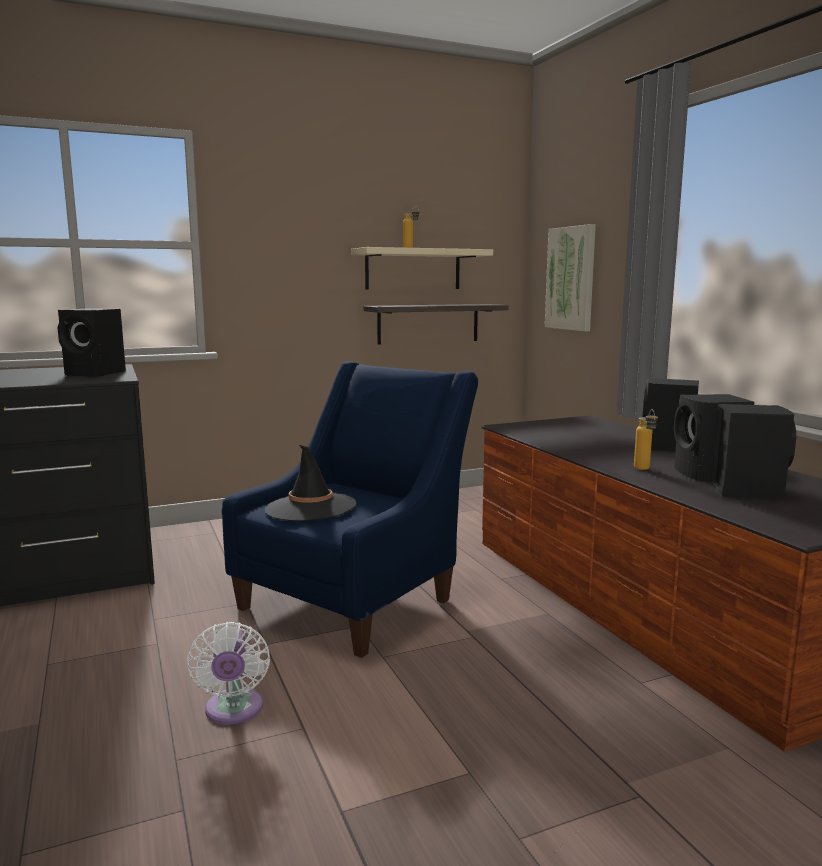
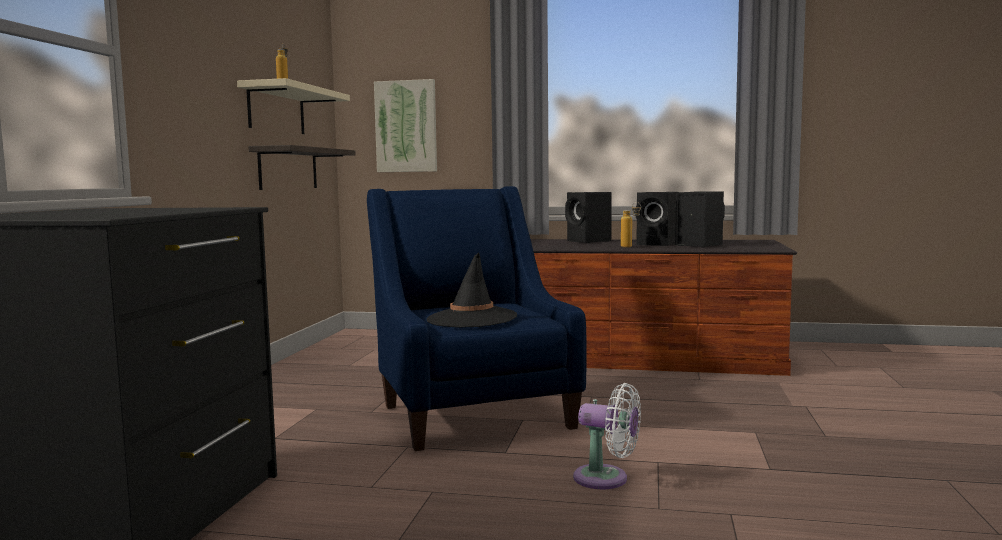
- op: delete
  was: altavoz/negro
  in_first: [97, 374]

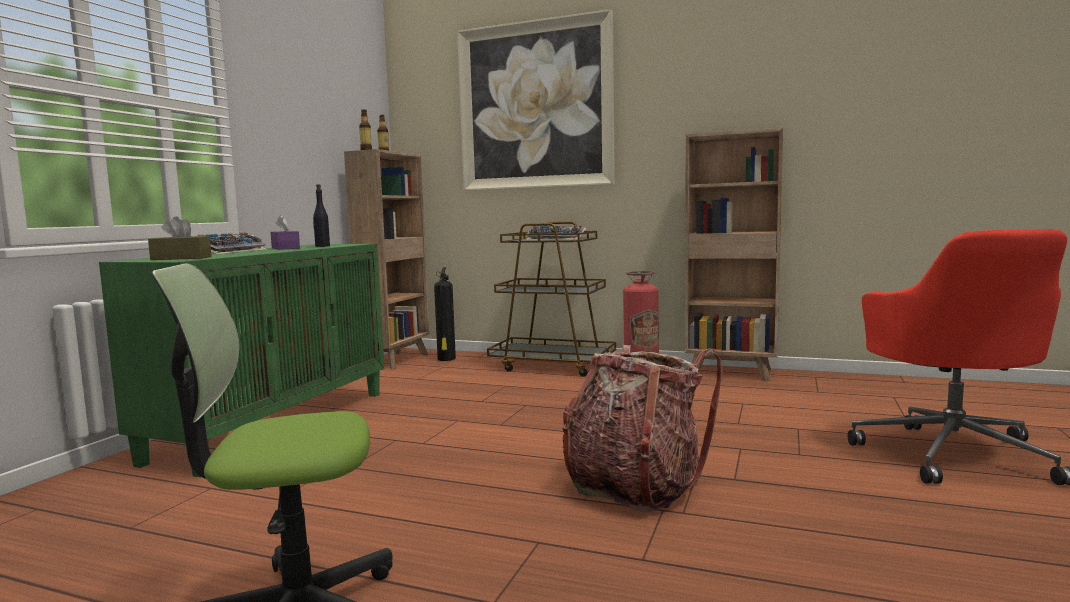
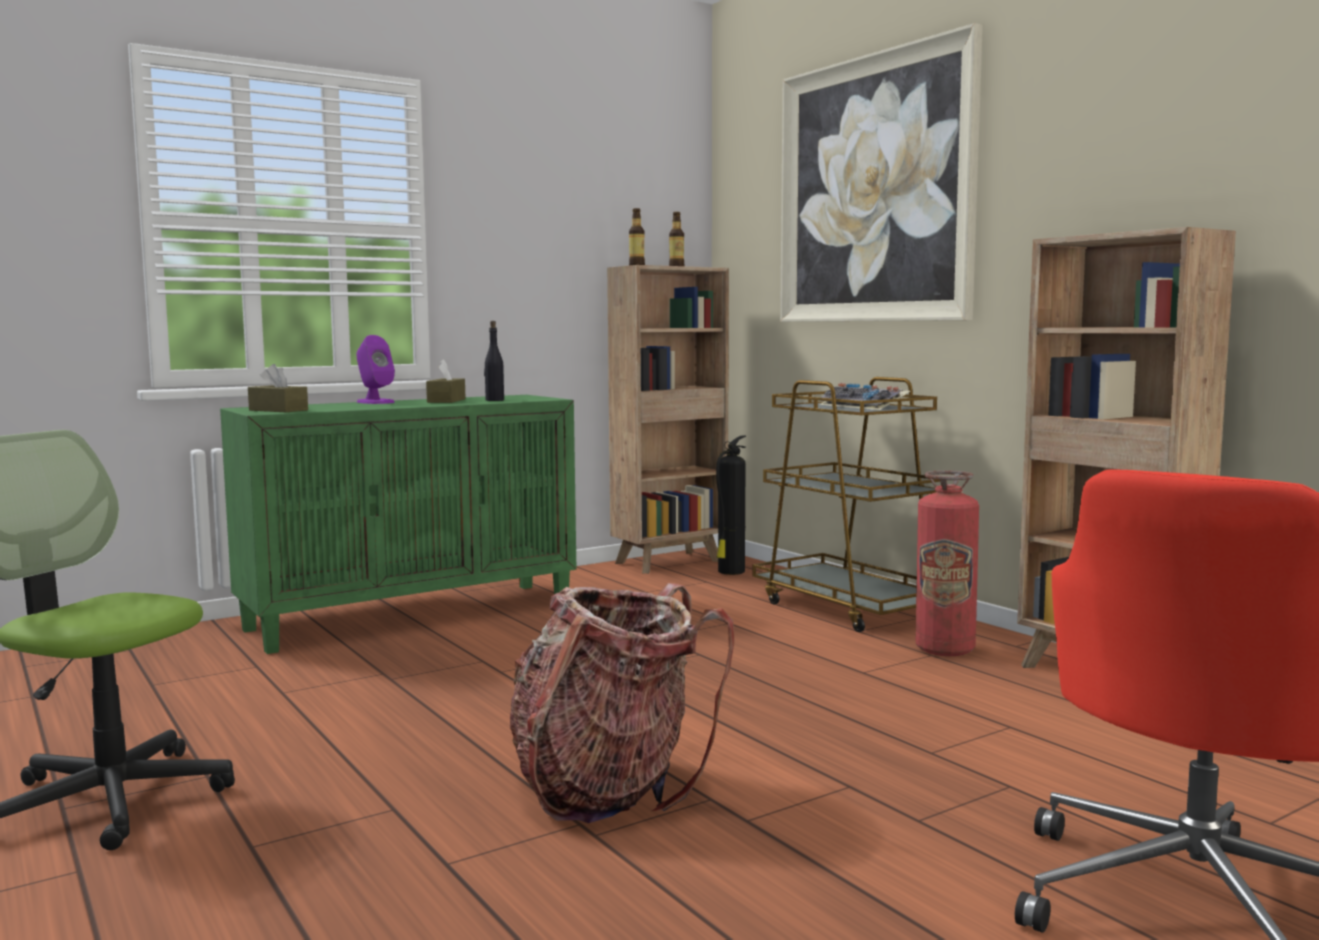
- op: replace
  was: teclado
  now: altavoz/morado
  in_first: [229, 251]
  in_second: [375, 402]
- op: recolor
  was: caja de pañuelos/morado
  now: caja de pañuelos/marrón
  in_first: [285, 248]
  in_second: [446, 401]

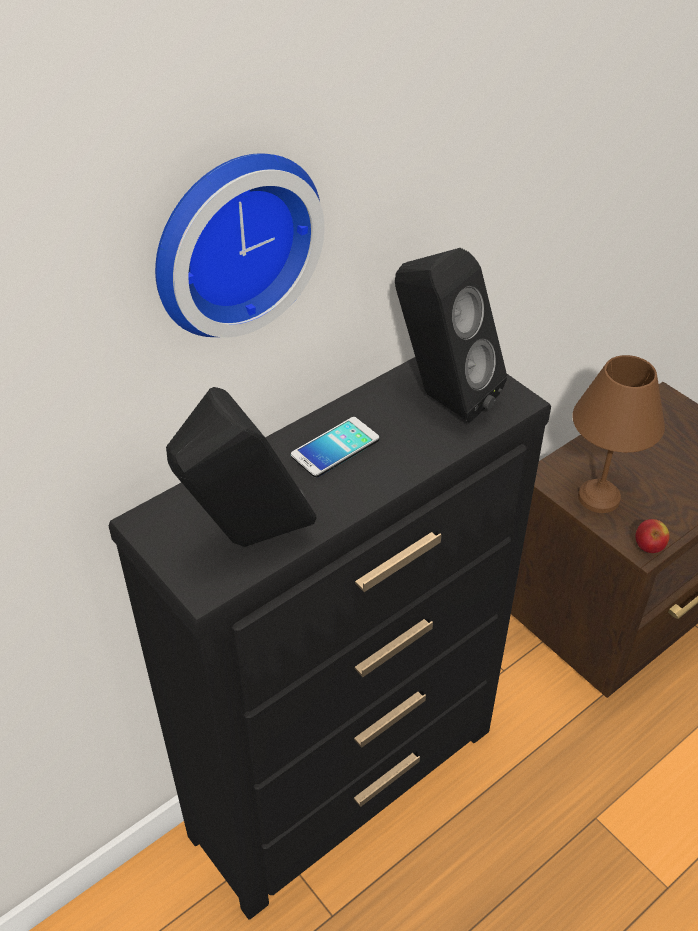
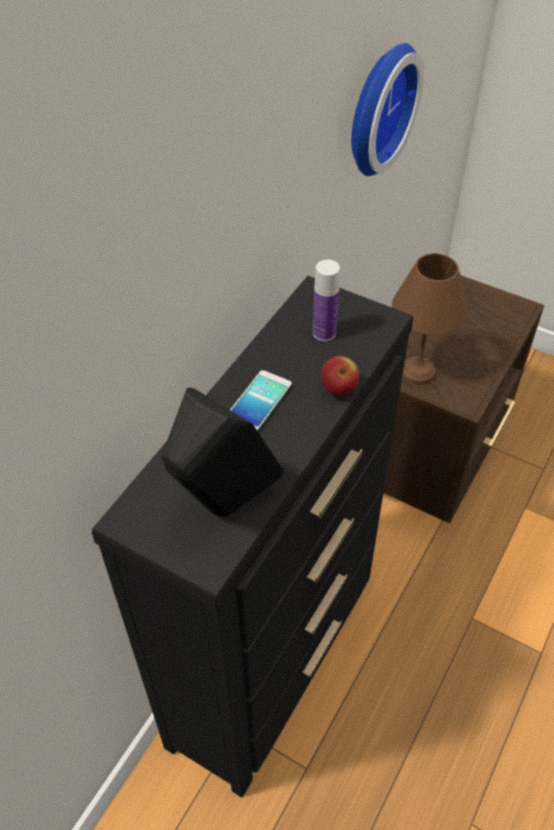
- op: move
  was: reloj de pared
  in_first: [231, 241]
  in_second: [376, 108]
- op: replace
  was: altavoz/negro
  now: botella
  in_first: [441, 397]
  in_second: [324, 333]
- op: move
  was: manzana
  in_first: [648, 547]
  in_second: [338, 389]

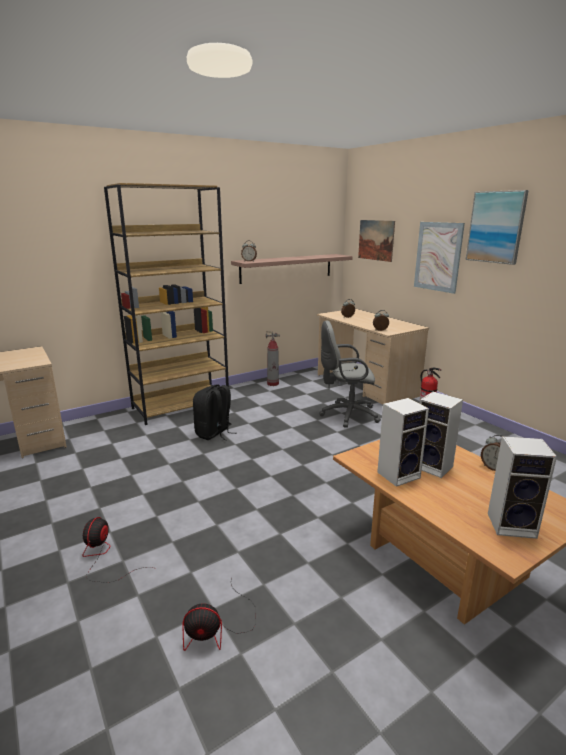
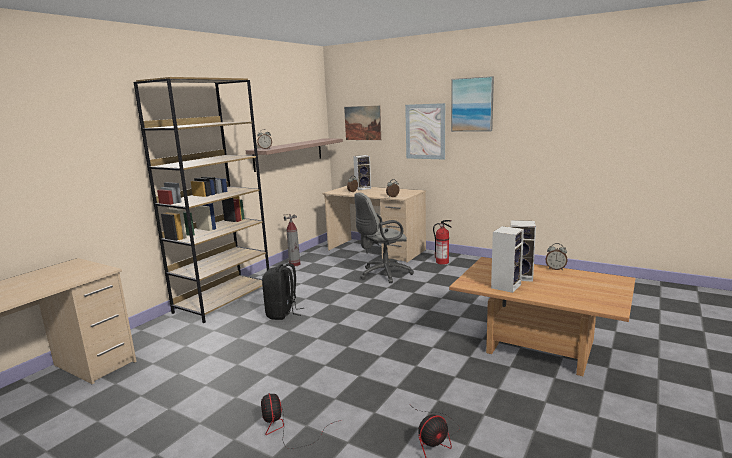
- op: move
  was: altavoz
  in_first: [513, 525]
  in_second: [363, 188]

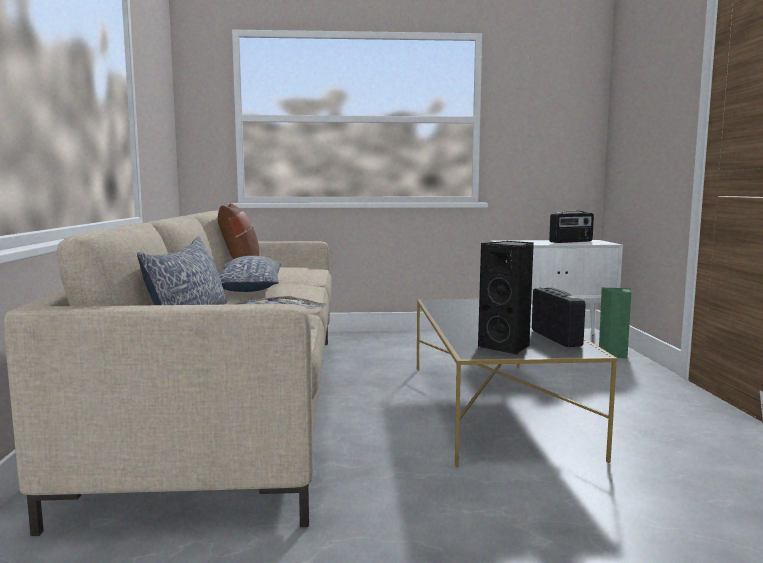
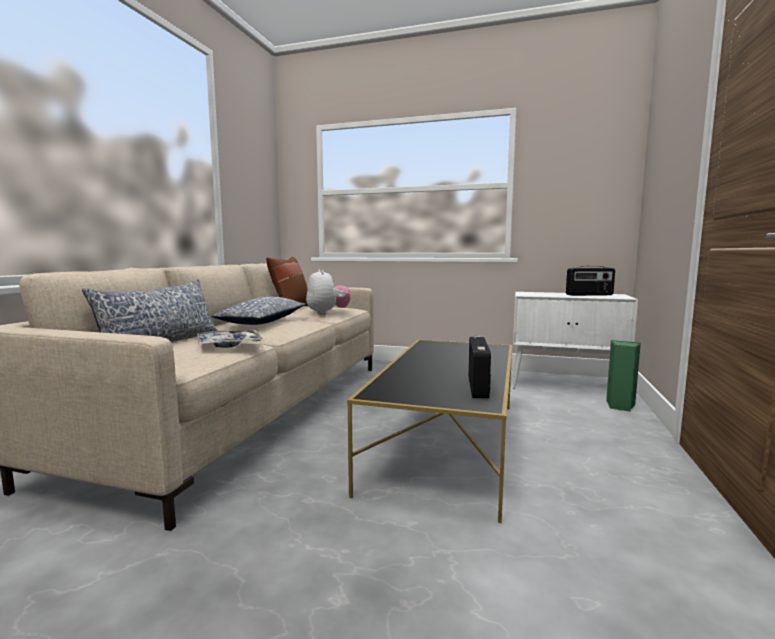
- op: delete
  was: altavoz/negro
  in_first: [507, 347]
- op: insert
  now: peluche
  in_second: [327, 313]

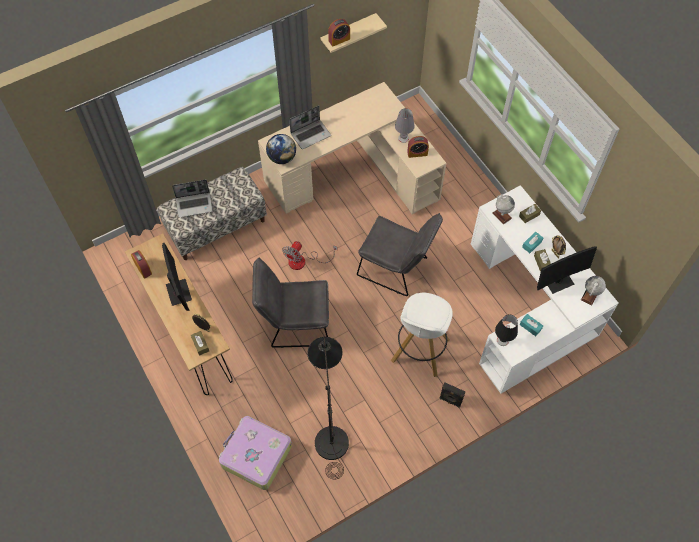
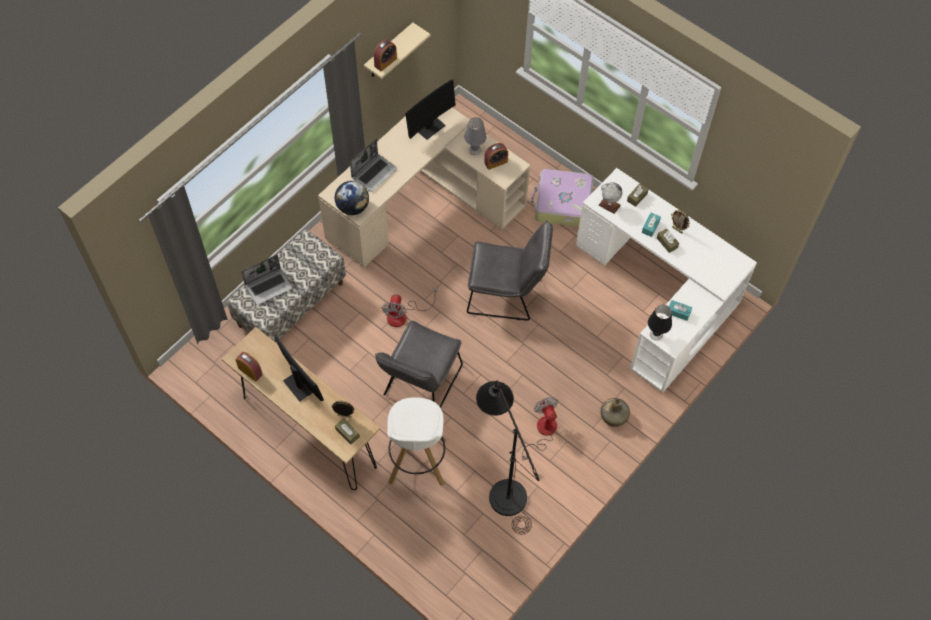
- op: move
  was: maleta
  in_first: [255, 455]
  in_second: [562, 204]
- op: rotate
  was: silla/gris
  in_first: [295, 323]
  in_second: [420, 385]
  clockwise: -45
- op: move
  was: taburete/blanco
  in_first: [420, 351]
  in_second: [417, 462]
- op: replace
  was: altavoz/negro
  now: botella/verde
  in_first: [450, 401]
  in_second: [614, 416]
- op: move
  was: monitor
  in_first: [558, 281]
  in_second: [429, 127]
- op: delete
  was: globo terráqueo
  in_first: [589, 295]
- op: insert
  now: ventilador
  in_second: [542, 432]

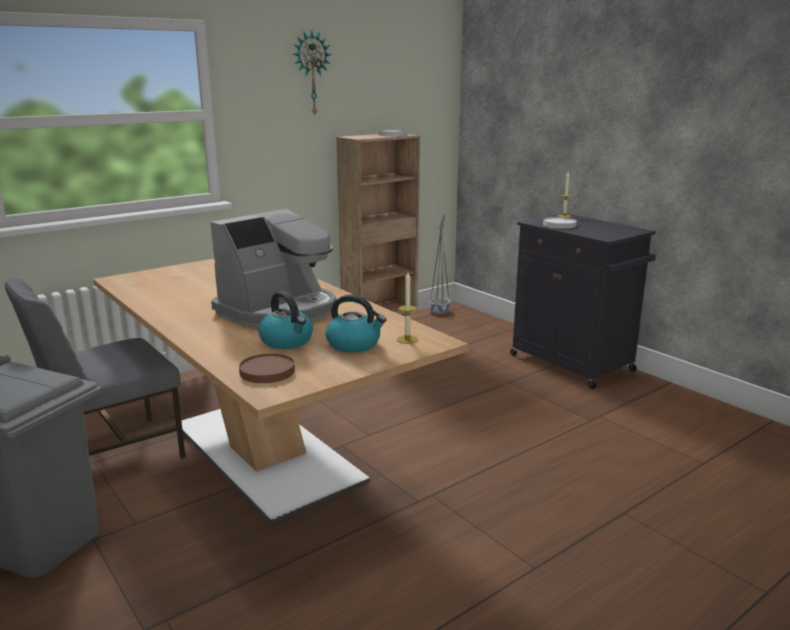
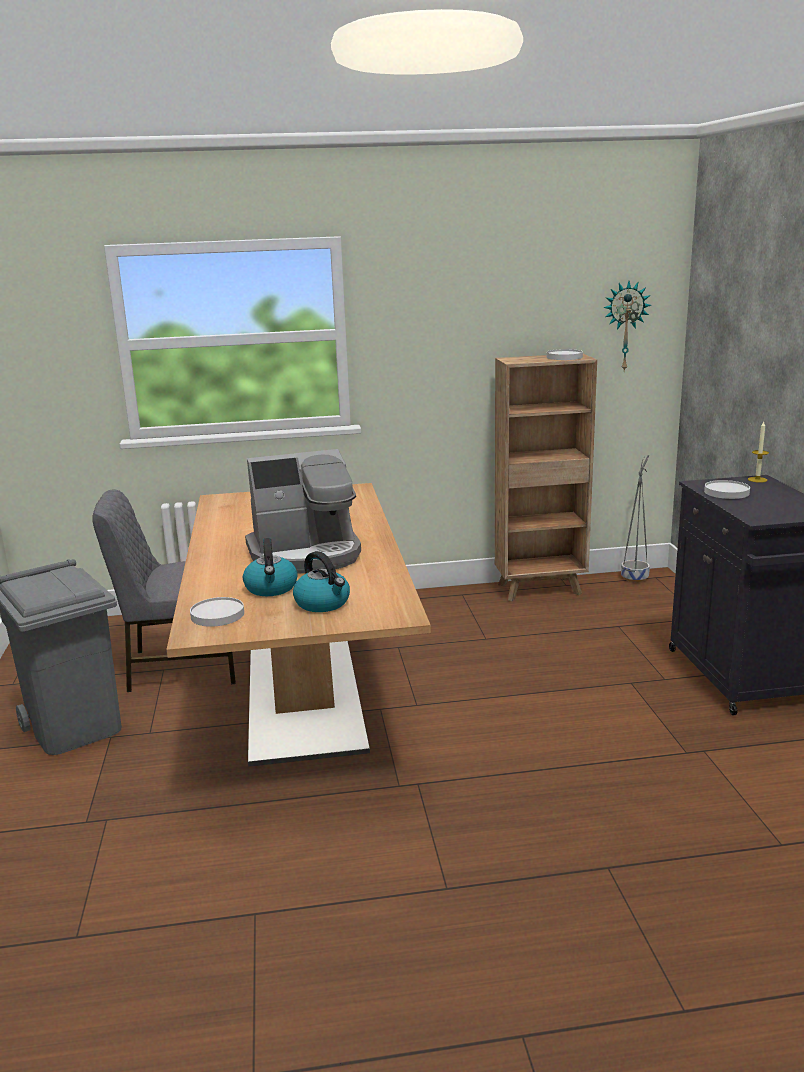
- op: recolor
  was: plato/marrón
  now: plato/blanco
  in_first: [267, 371]
  in_second: [217, 615]
- op: move
  was: reloj de pared
  in_first: [311, 73]
  in_second: [624, 326]
- op: delete
  was: vela
  in_first: [407, 339]

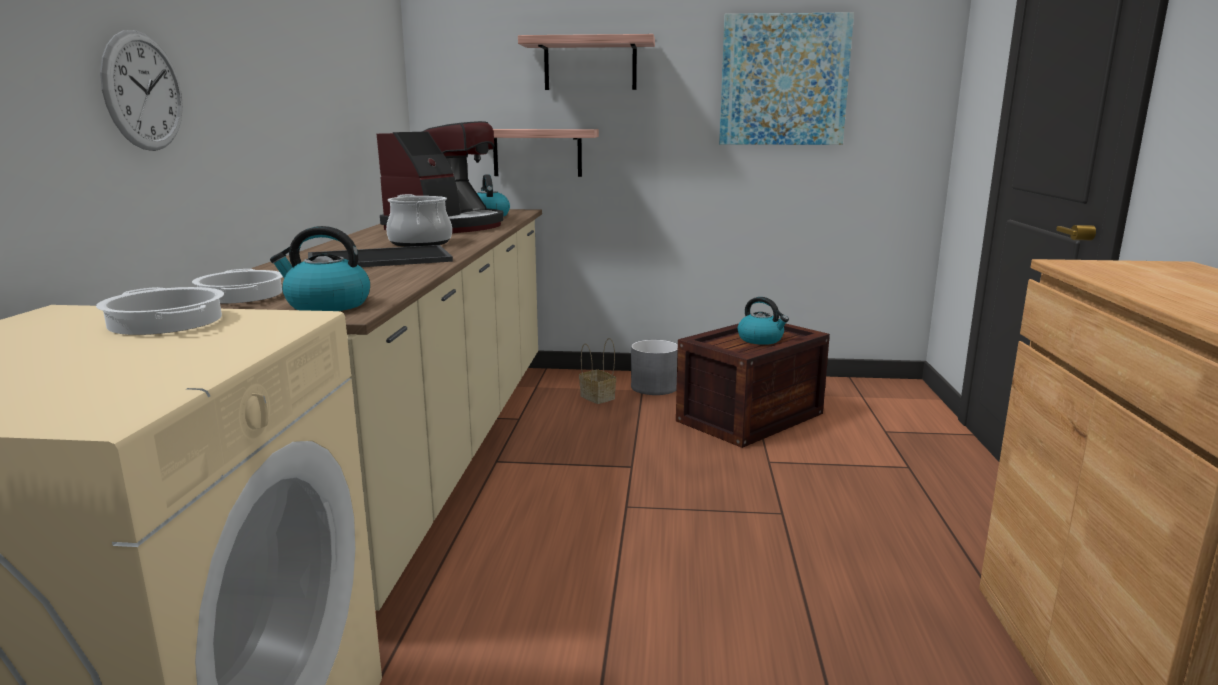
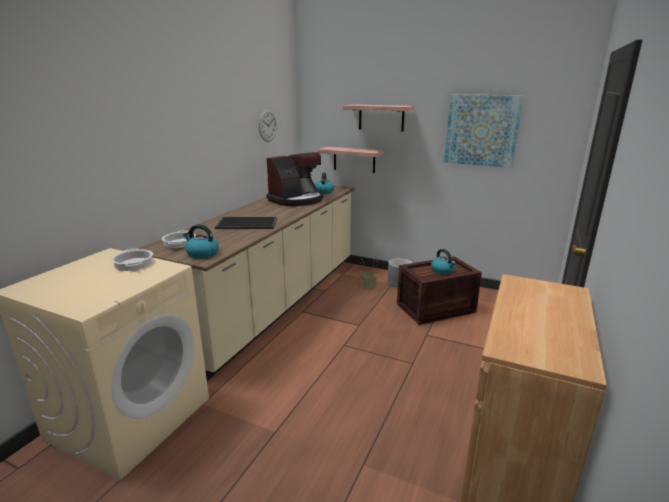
- op: move
  was: reloj de pared
  in_first: [143, 91]
  in_second: [267, 125]
- op: delete
  was: olla
  in_first: [420, 243]

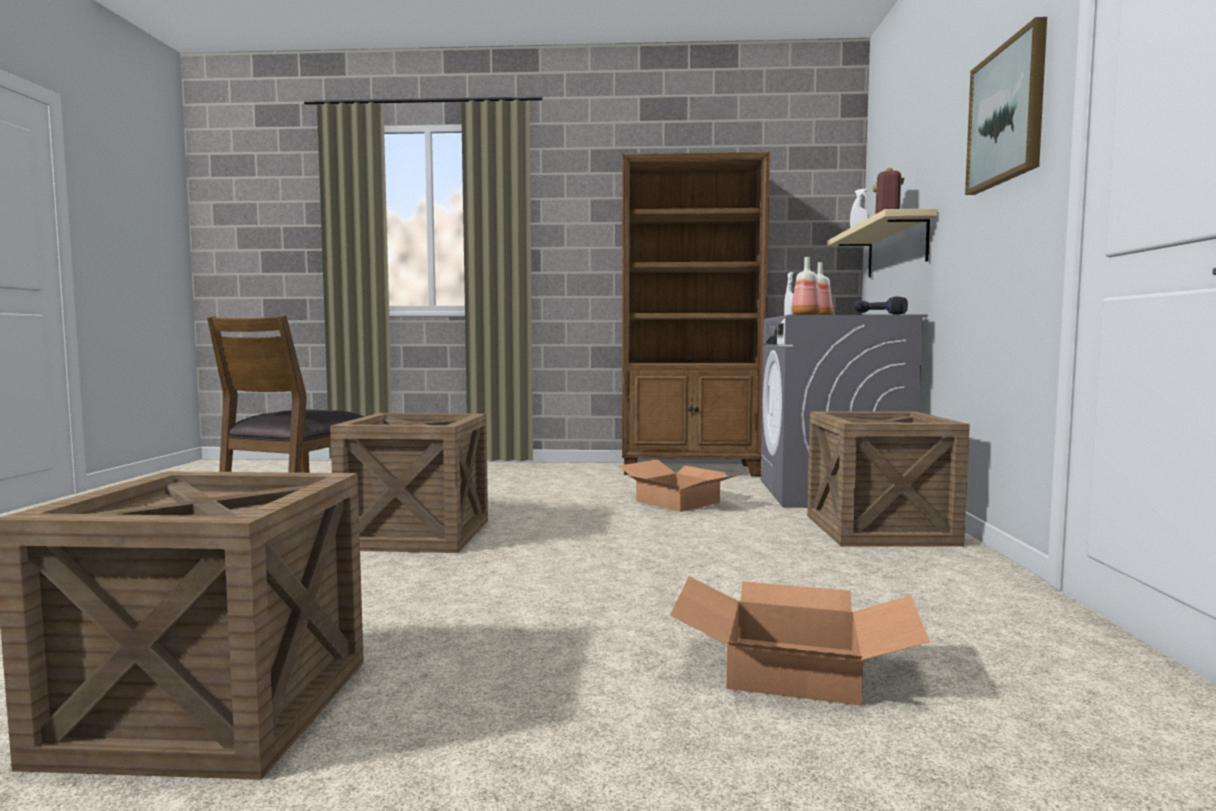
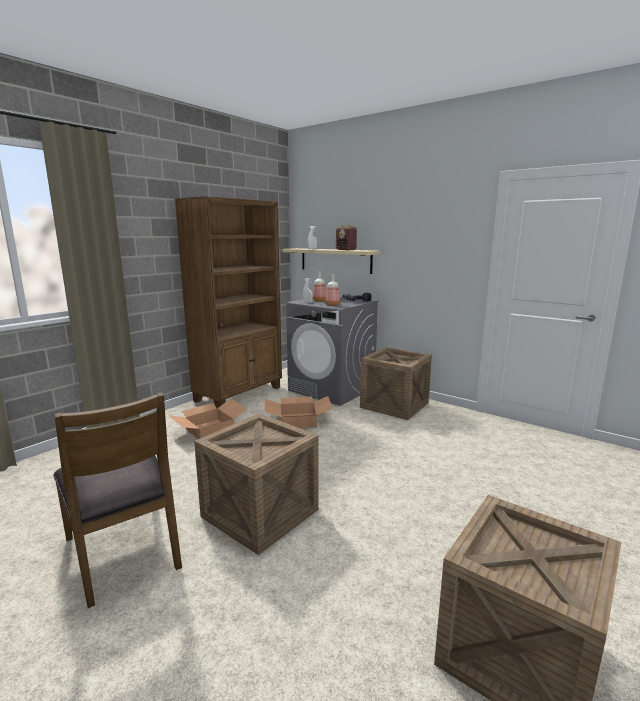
- op: move
  was: caja de cartón
  in_first: [791, 670]
  in_second: [209, 430]
- op: delete
  was: cuadro
  in_first: [1007, 114]

